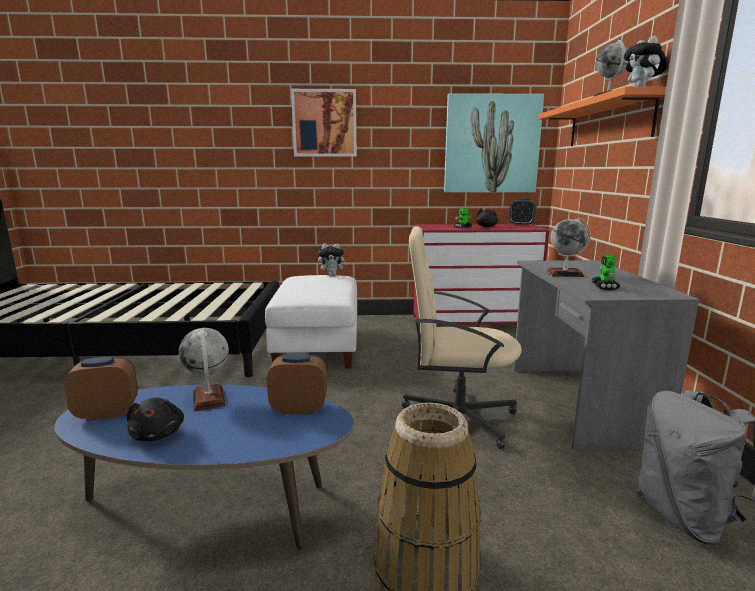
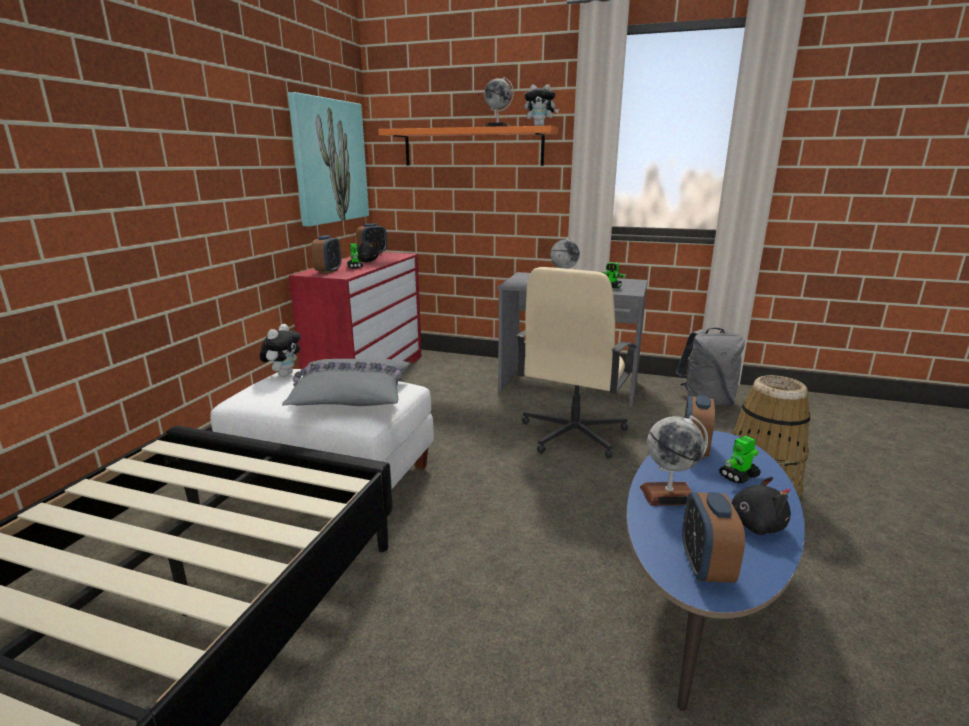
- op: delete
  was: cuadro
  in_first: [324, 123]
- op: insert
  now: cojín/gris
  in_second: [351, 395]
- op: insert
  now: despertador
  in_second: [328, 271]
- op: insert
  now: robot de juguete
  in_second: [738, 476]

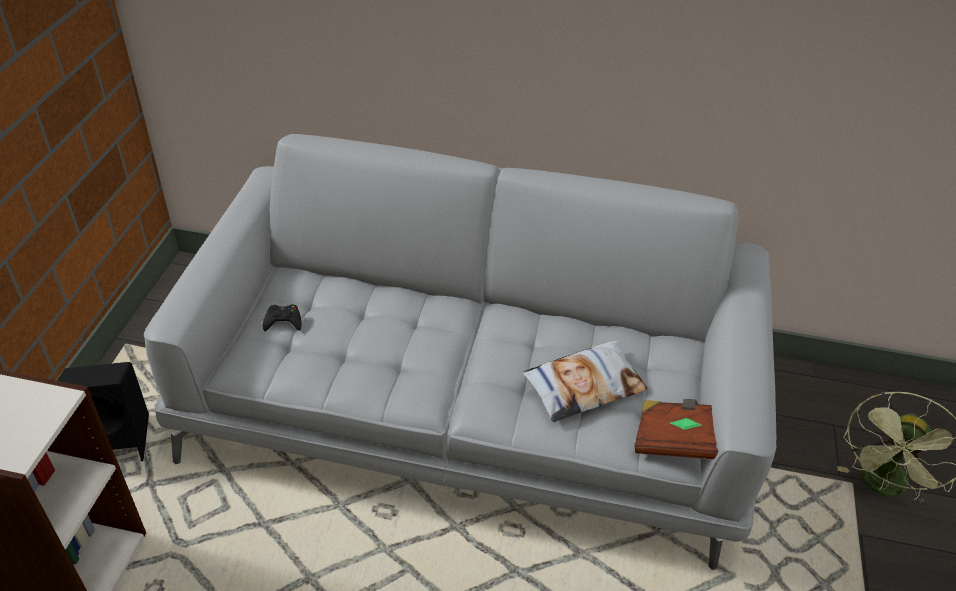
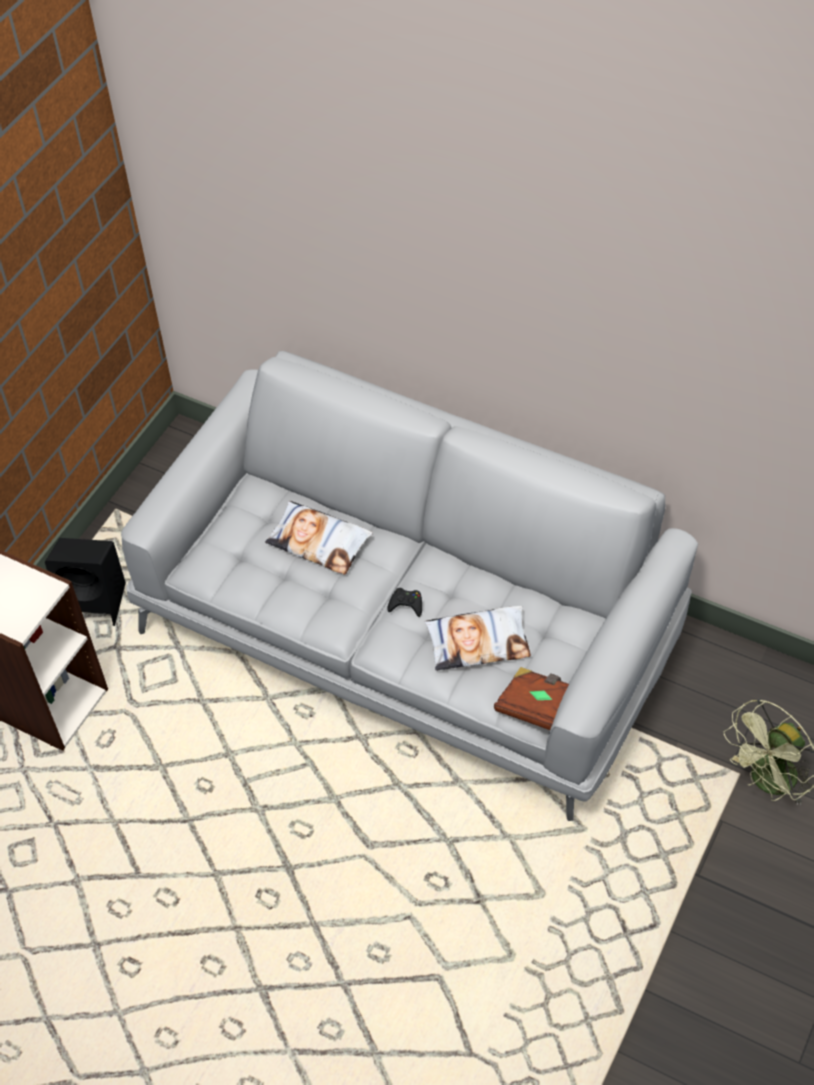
- op: move
  was: mando de consola/negro
  in_first: [283, 321]
  in_second: [406, 604]
- op: insert
  now: cojín
  in_second: [319, 542]

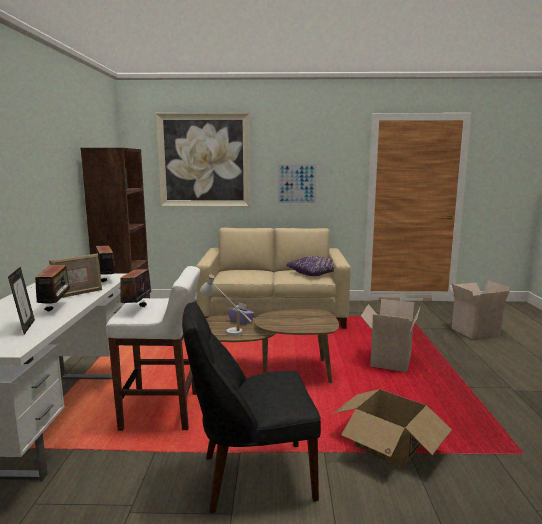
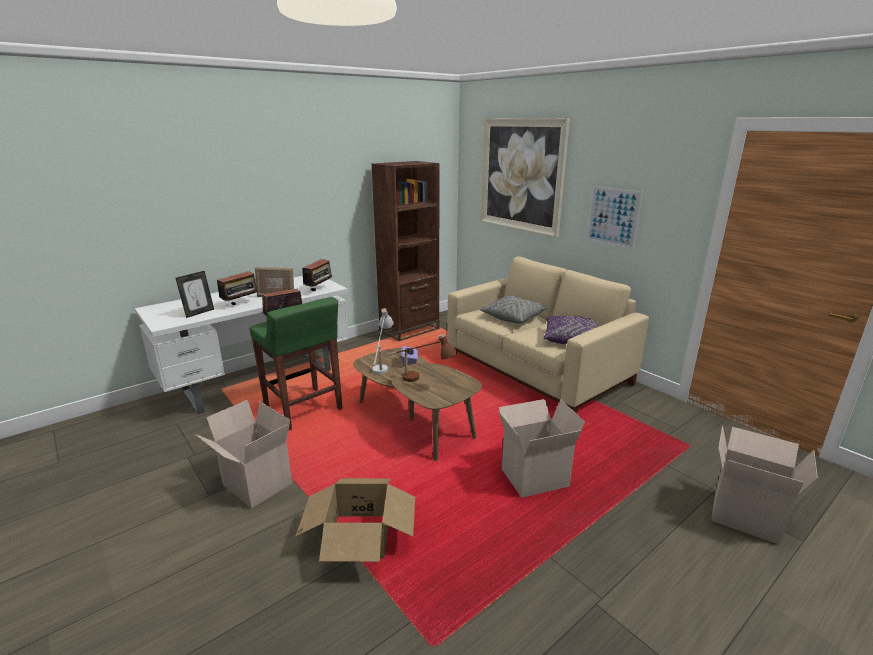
- op: recolor
  was: taburete/blanco
  now: taburete/verde
  in_first: [162, 411]
  in_second: [303, 409]
- op: replace
  was: silla/negro
  now: caja de cartón
  in_first: [251, 477]
  in_second: [255, 484]
- op: insert
  now: lámpara de mesa/marrón
  in_second: [421, 381]
- op: insert
  now: cojín/gris
  in_second: [513, 317]

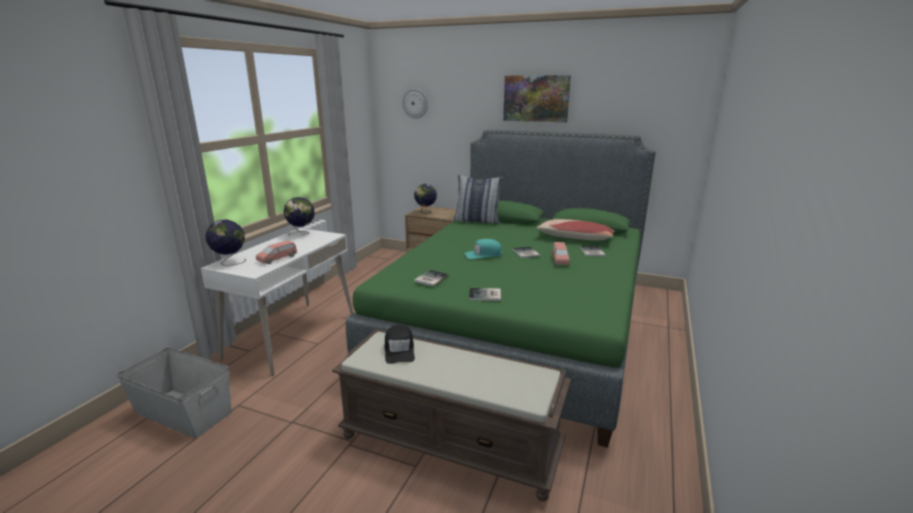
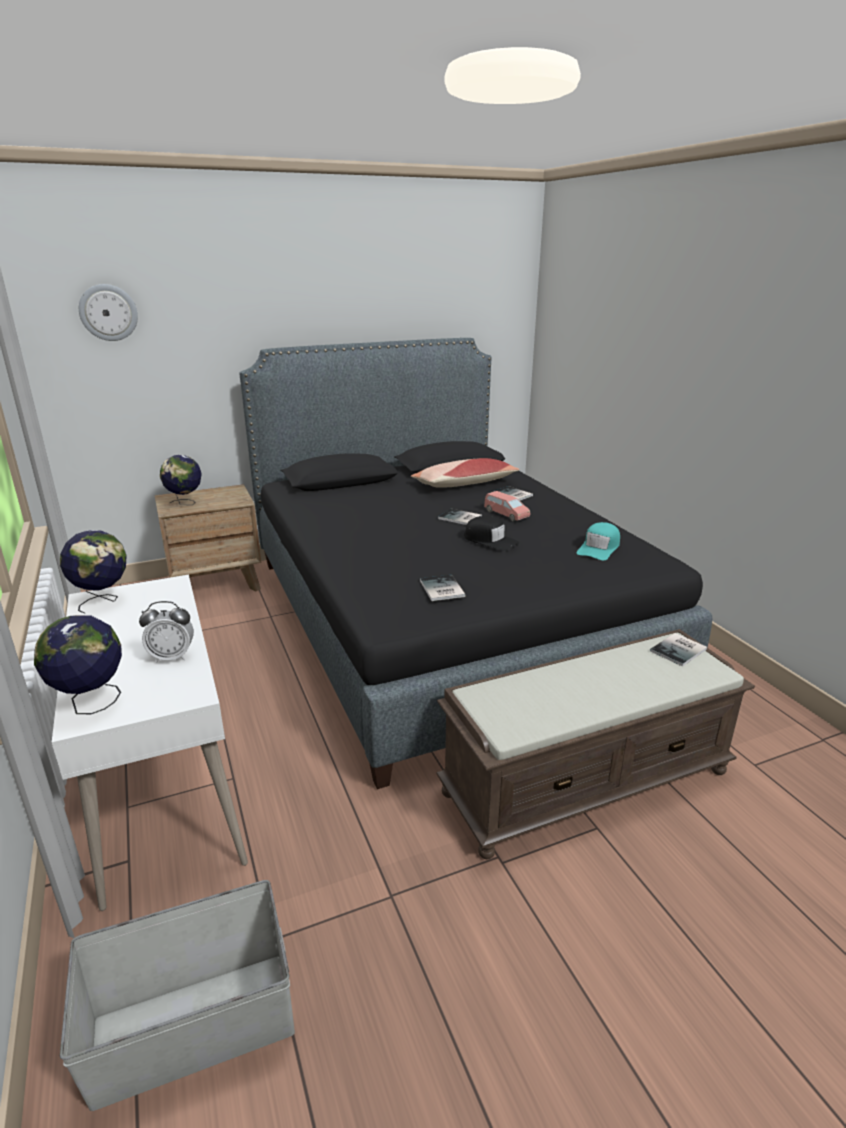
- op: replace
  was: coche de juguete/rosa
  now: despertador
  in_first: [277, 258]
  in_second: [172, 657]
- op: recolor
  was: cama/verde
  now: cama/negro
  in_first: [518, 325]
  in_second: [441, 619]
- op: move
  was: gorra/negro
  in_first: [399, 350]
  in_second: [490, 540]
- op: delete
  was: cojín
  in_first: [477, 221]
- op: move
  was: gorra/turquesa
  in_first: [483, 255]
  in_second: [599, 548]
- op: move
  was: libro
  in_first: [486, 295]
  in_second: [680, 650]
- op: delete
  was: cuadro
  in_first: [536, 98]

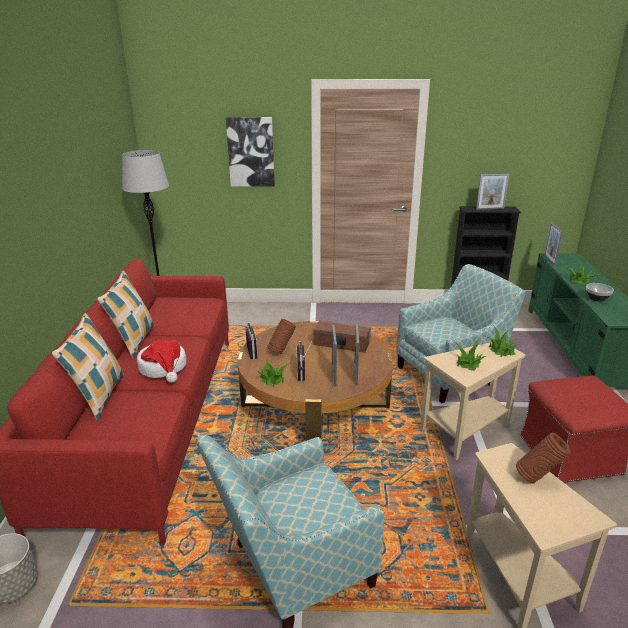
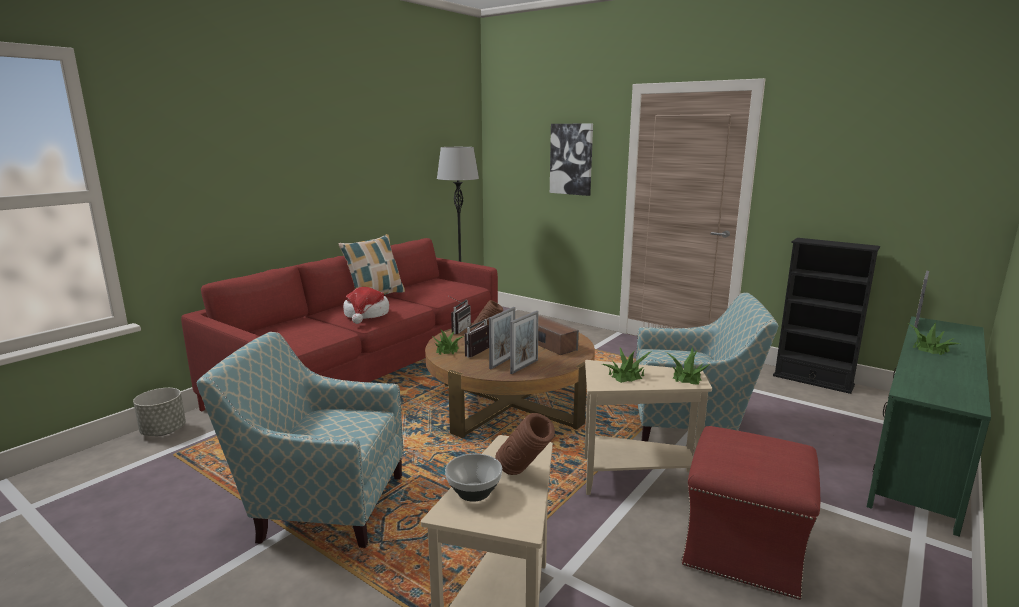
- op: delete
  was: cojín
  in_first: [99, 396]
- op: delete
  was: portarretratos
  in_first: [490, 209]
- op: move
  was: cuenco
  in_first: [597, 298]
  in_second: [475, 492]

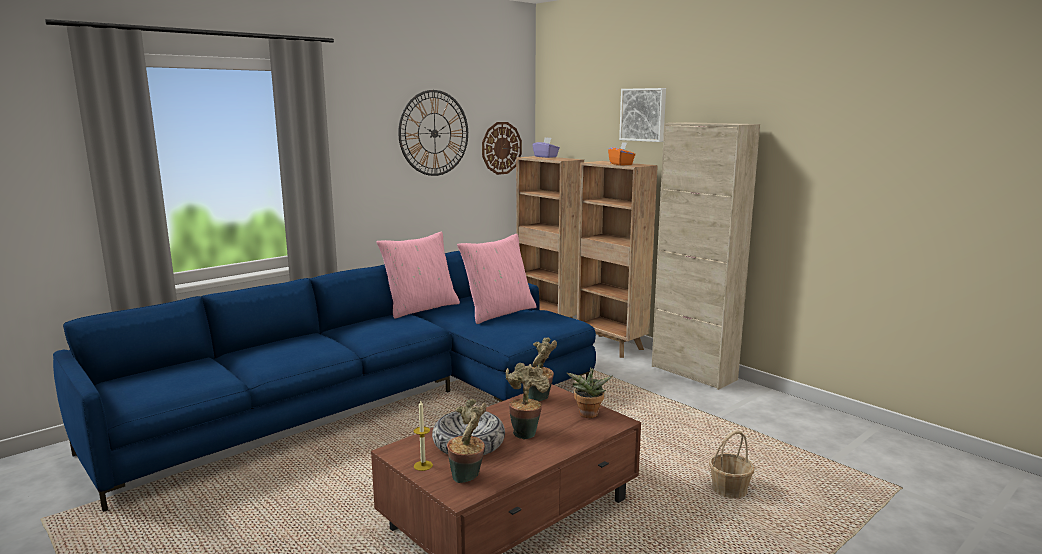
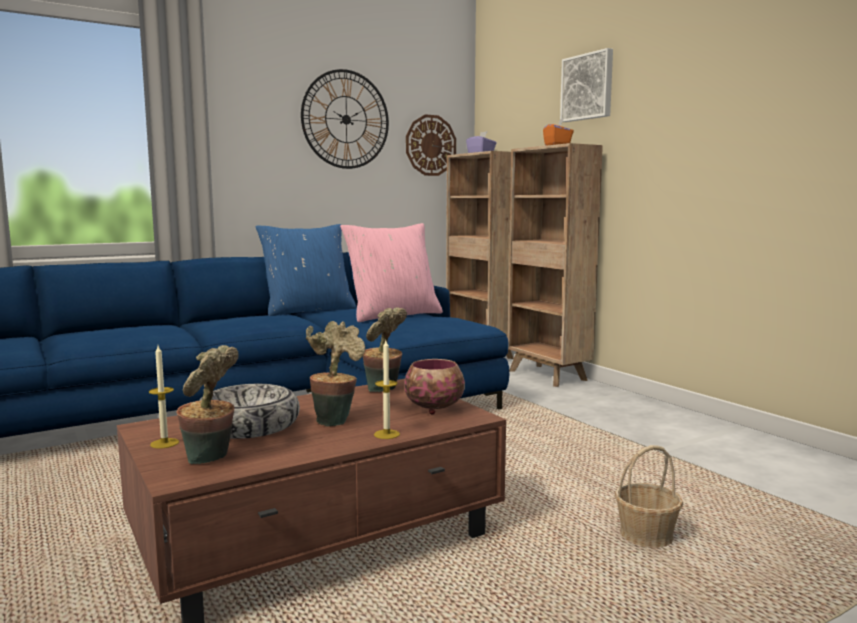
- op: recolor
  was: cojín/rosa
  now: cojín/azul
  in_first: [421, 308]
  in_second: [308, 310]
- op: replace
  was: planta en maceta
  now: cuenco
  in_first: [588, 415]
  in_second: [435, 408]
- op: delete
  was: armario/beis
  in_first: [693, 373]
- op: insert
  now: vela
  in_second: [386, 434]

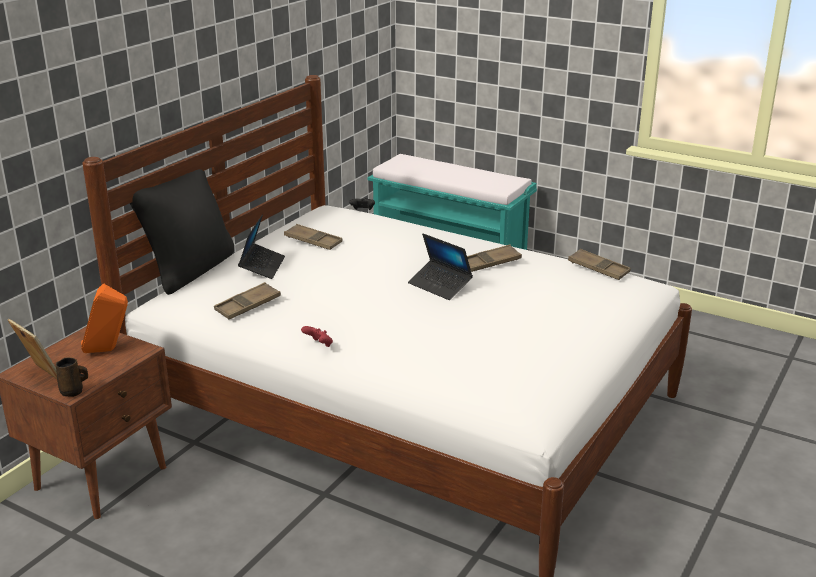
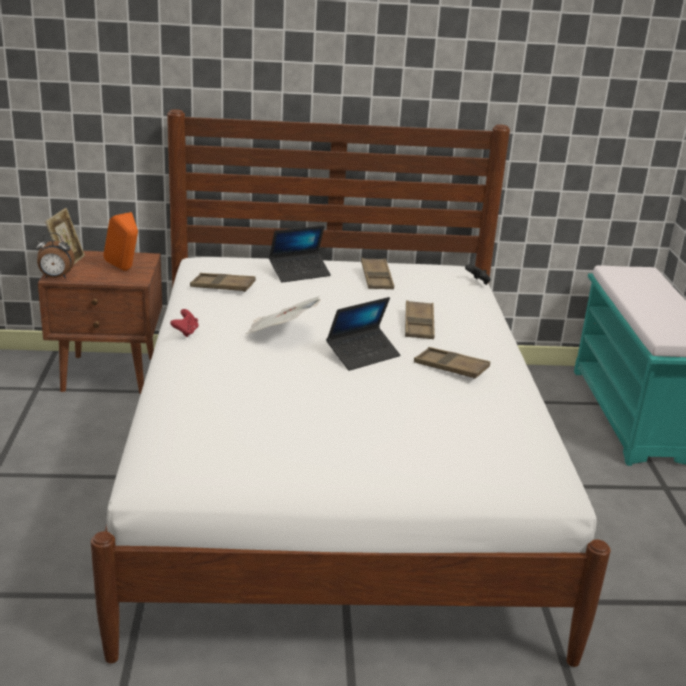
- op: replace
  was: taza grande/marrón
  now: despertador
  in_first: [73, 392]
  in_second: [56, 277]
- op: delete
  was: cojín/negro
  in_first: [188, 270]
- op: rotate
  was: portátil
  in_first: [440, 285]
  in_second: [363, 355]
  clockwise: -135
- op: move
  was: bandeja/marrón
  in_first: [598, 269]
  in_second: [419, 324]
- op: insert
  now: periódico
  in_second: [281, 333]

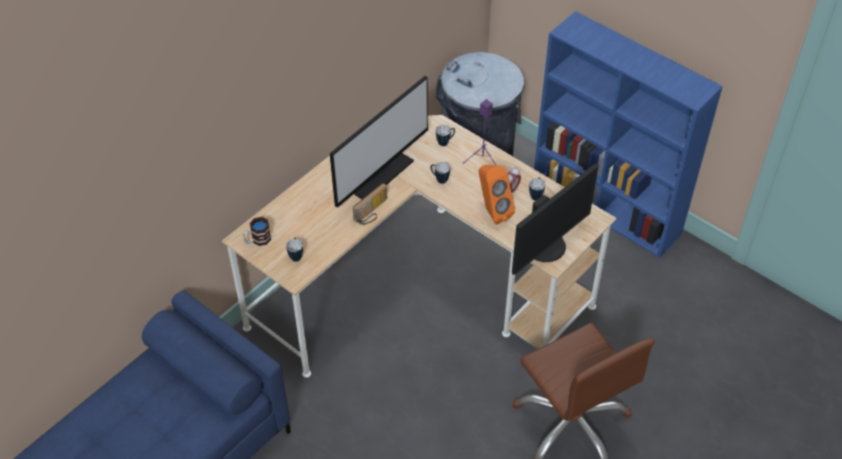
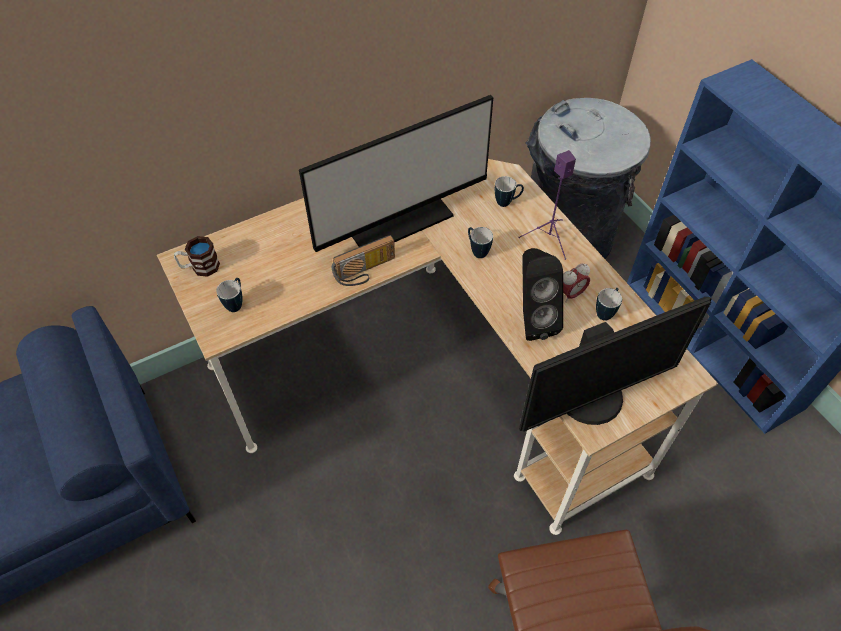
- op: recolor
  was: altavoz/naranja
  now: altavoz/negro
  in_first: [492, 212]
  in_second: [532, 319]

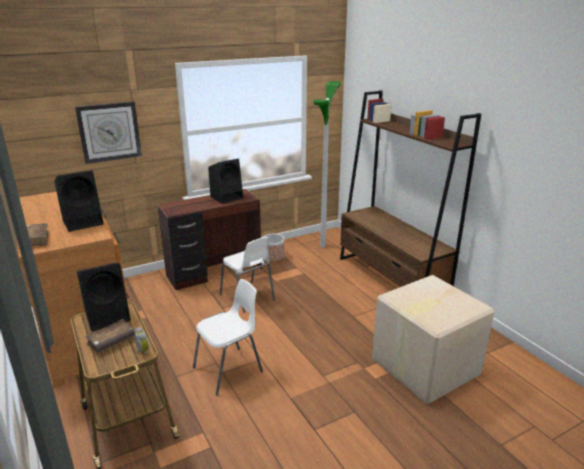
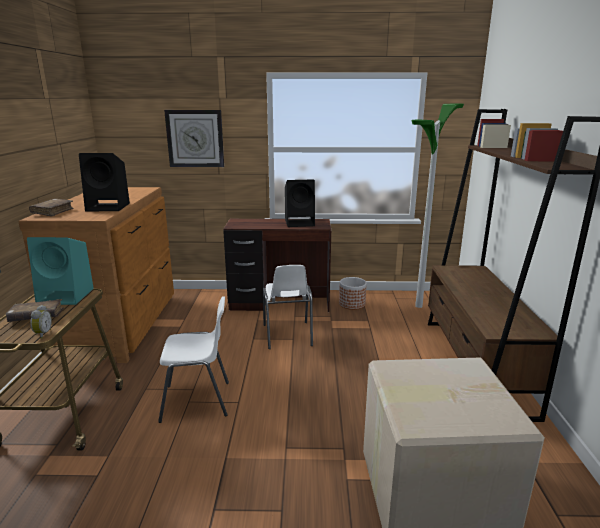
- op: recolor
  was: altavoz/negro
  now: altavoz/turquesa
  in_first: [109, 316]
  in_second: [67, 296]

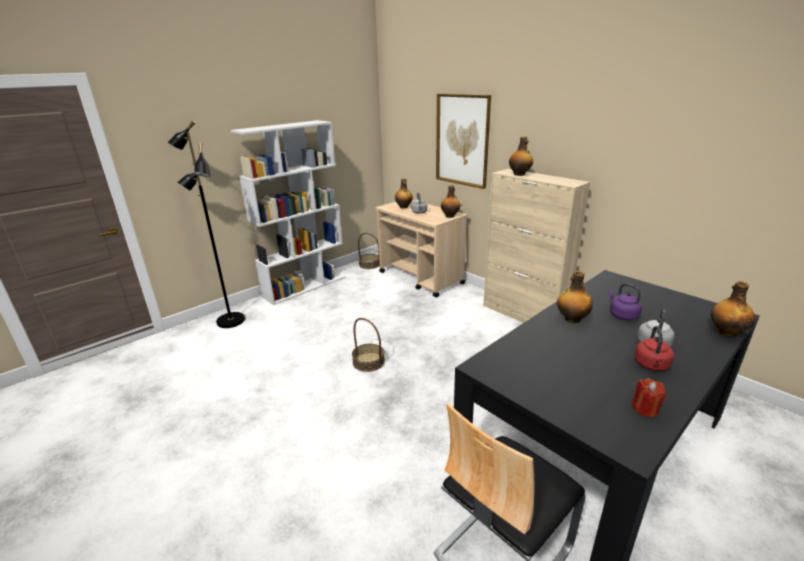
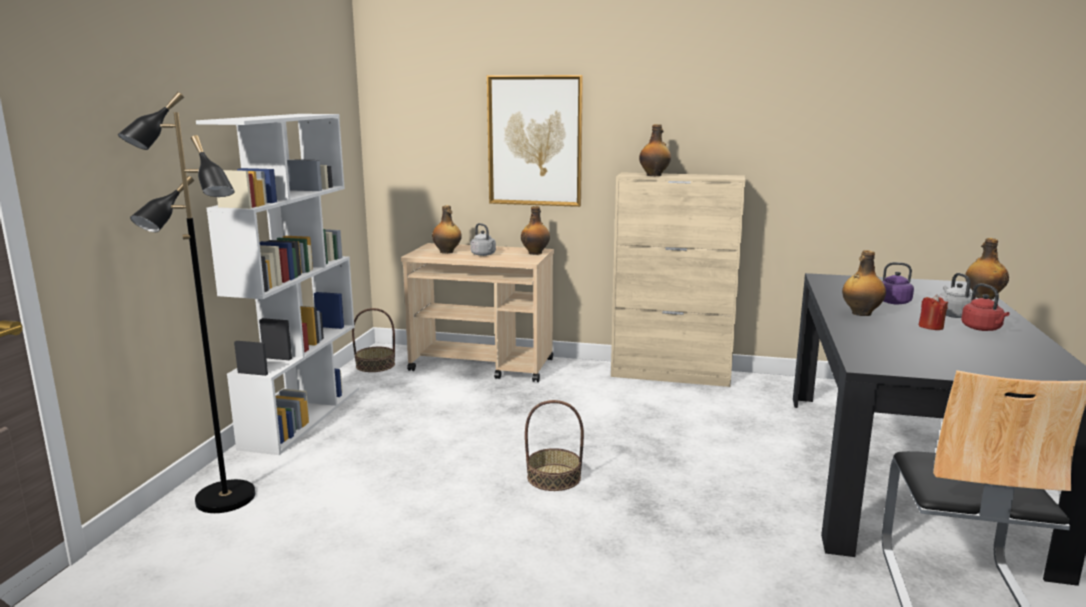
- op: move
  was: vela/rojo
  in_first: [645, 408]
  in_second: [931, 326]

